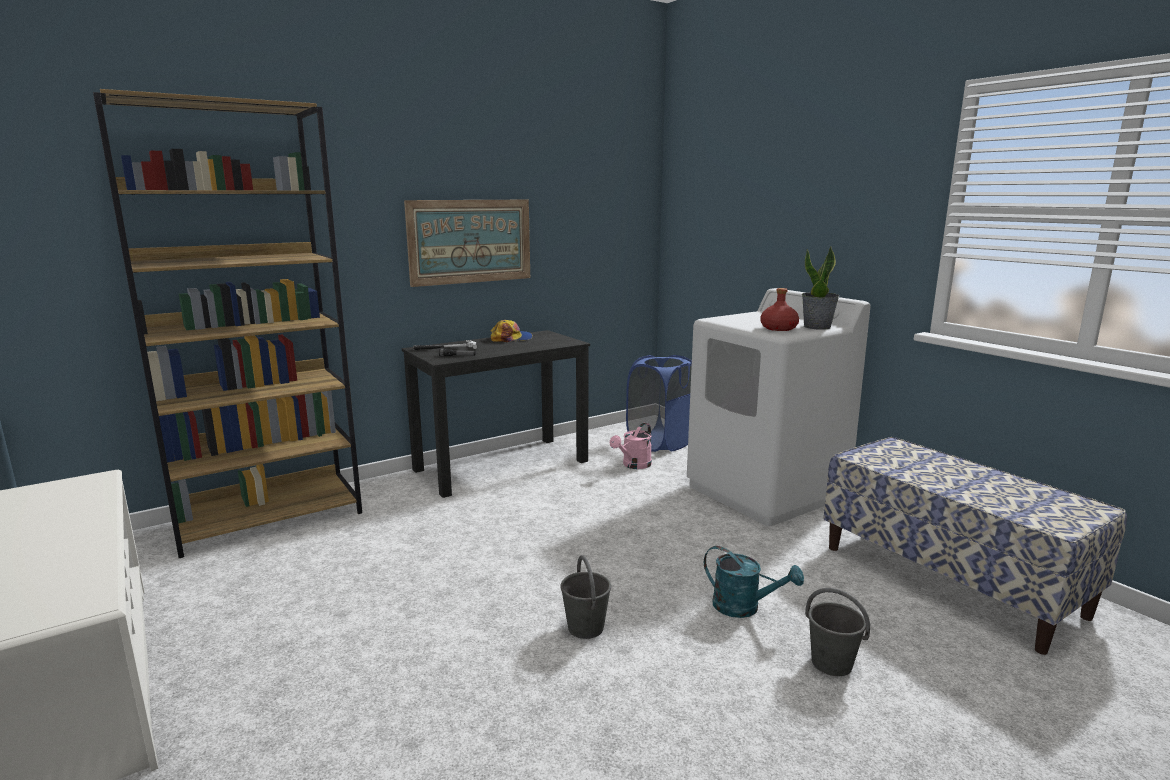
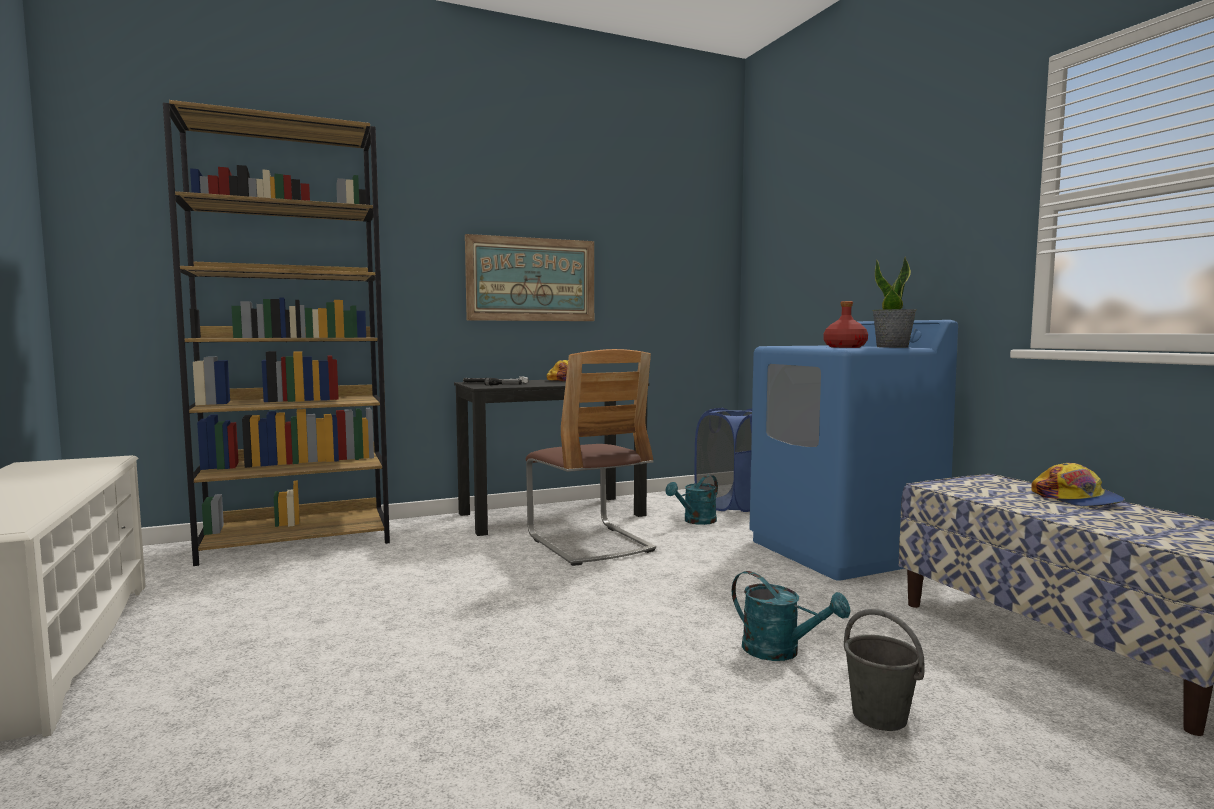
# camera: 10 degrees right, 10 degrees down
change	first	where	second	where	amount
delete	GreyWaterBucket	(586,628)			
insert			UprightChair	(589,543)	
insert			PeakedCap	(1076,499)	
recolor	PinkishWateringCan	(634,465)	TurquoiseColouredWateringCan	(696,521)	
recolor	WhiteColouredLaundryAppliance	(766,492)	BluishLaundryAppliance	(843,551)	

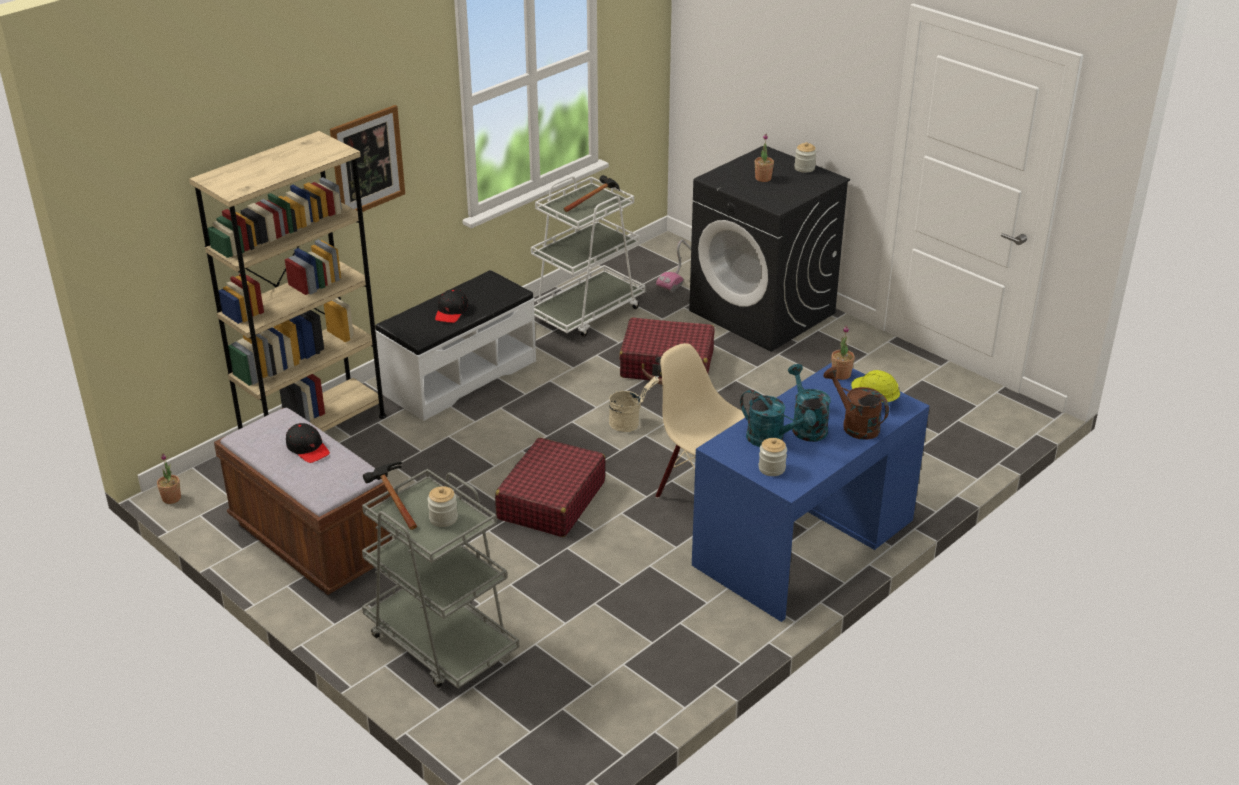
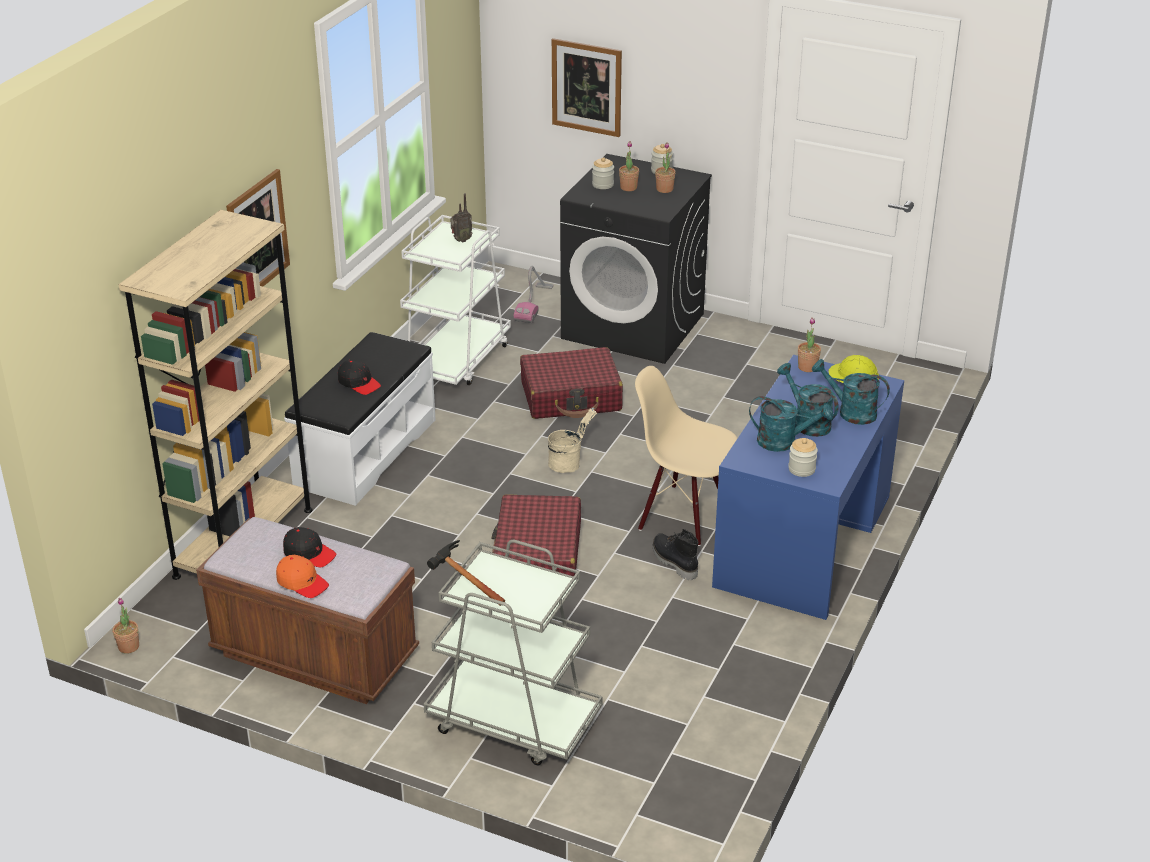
# camera: 20 degrees left, 0 degrees up
change	first	where	second	where	amount
insert			OrangeColouredPeakedCap	(302,582)	
insert			Picture	(586,87)	
insert			BlackHighTopBoot	(673,562)	
insert			Houseplant	(664,189)	
move	PreserveJar	(443,518)		(603,184)	
replace	ToolHammer	(596,202)	RadioReceiver	(461,240)	
recolor	BrownishWateringCan	(855,425)	TurquoiseColouredWateringCan	(850,412)	
rotate	BlackPeakedCap	(451,312)		(359,383)	45 degrees counterclockwise

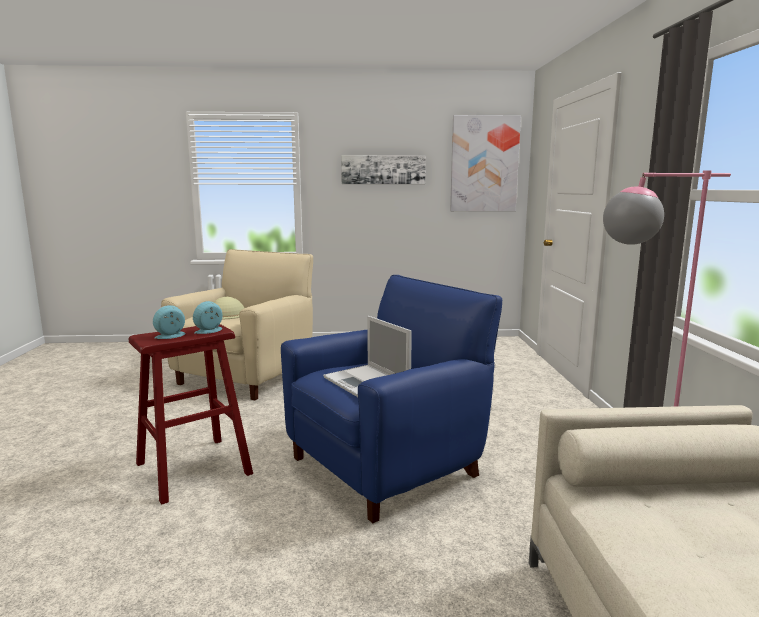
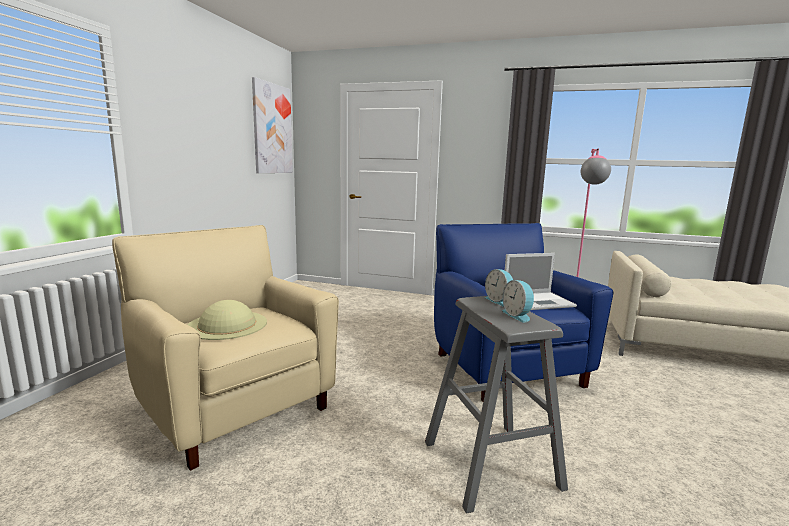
# camera: 70 degrees left, 0 degrees up
change	first	where	second	where	amount
delete	Picture	(383,169)			
recolor	RedStool	(193,468)	GreyStool	(491,464)	

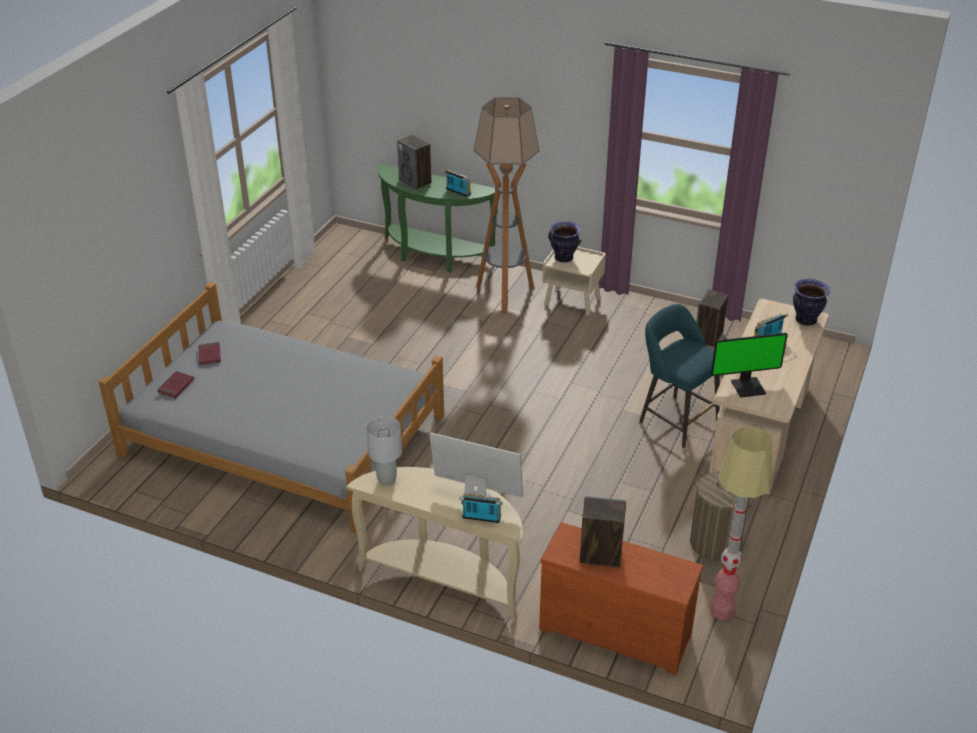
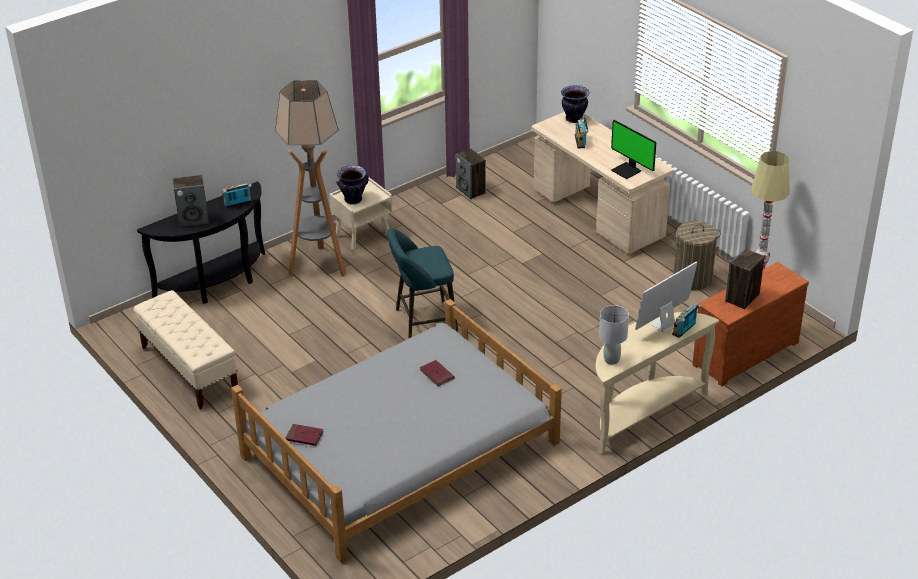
# camera: 60 degrees left, 0 degrees up
change	first	where	second	where	amount
insert			SandColouredLongSeat	(189,369)	
move	RedVolume	(176,386)		(437,374)	
move	TurquoiseColouredStool	(675,419)		(422,321)	
recolor	GreenColouredConsoleTable	(433,256)	BlackConsoleTable	(217,284)	
rotate	ComputerScreen	(748,386)		(627,170)	120 degrees clockwise

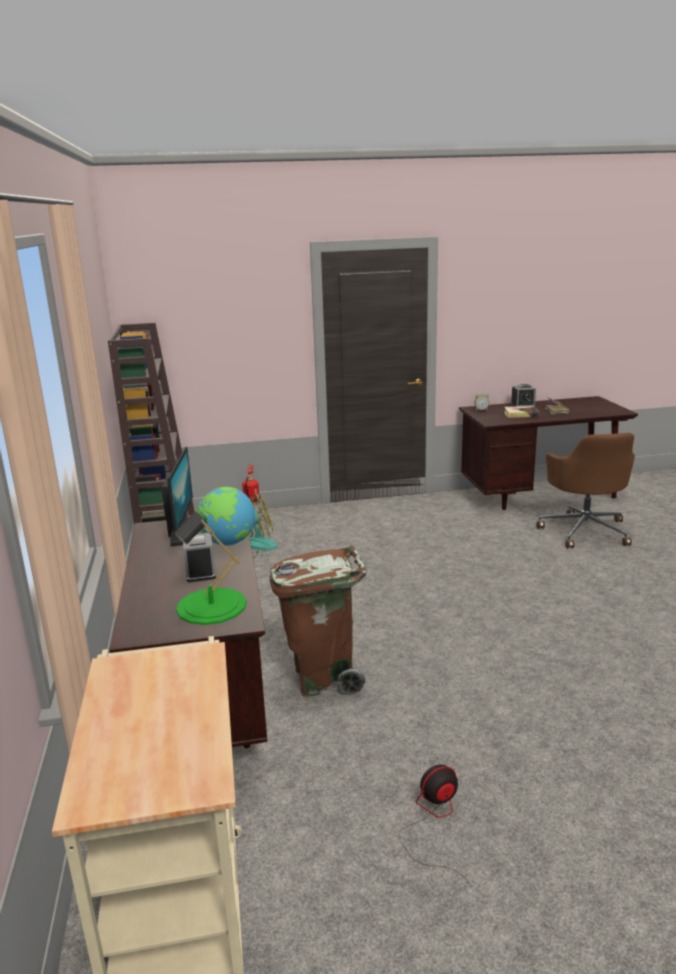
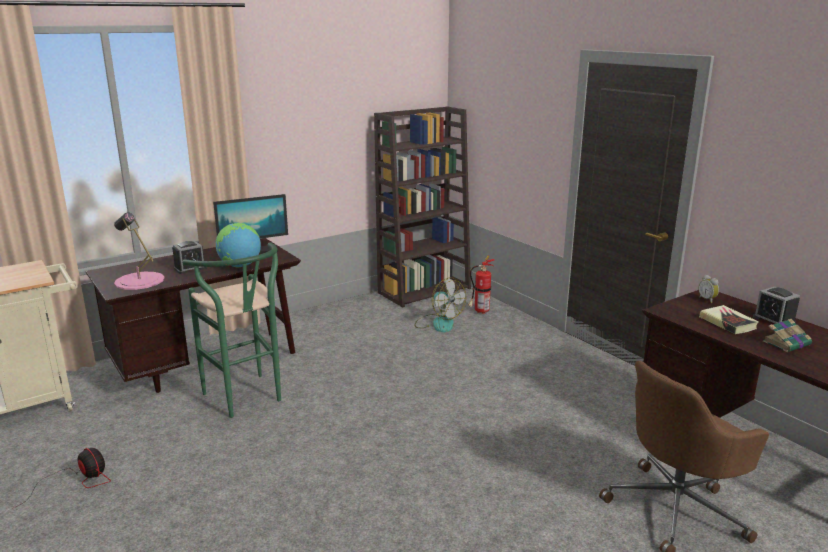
# camera: 65 degrees right, 0 degrees up
change	first	where	second	where	amount
replace	BrownishRubbishBin	(323,677)	GreenColouredStool	(247,399)	
recolor	GreenColouredTabletopLamp	(211,606)	PinkishTabletopLamp	(139,281)	

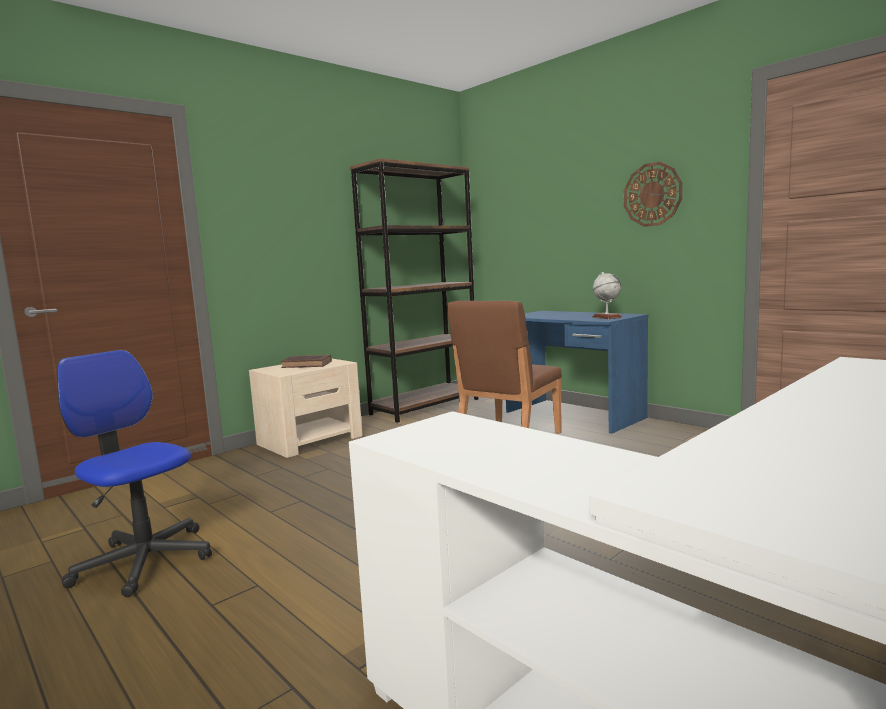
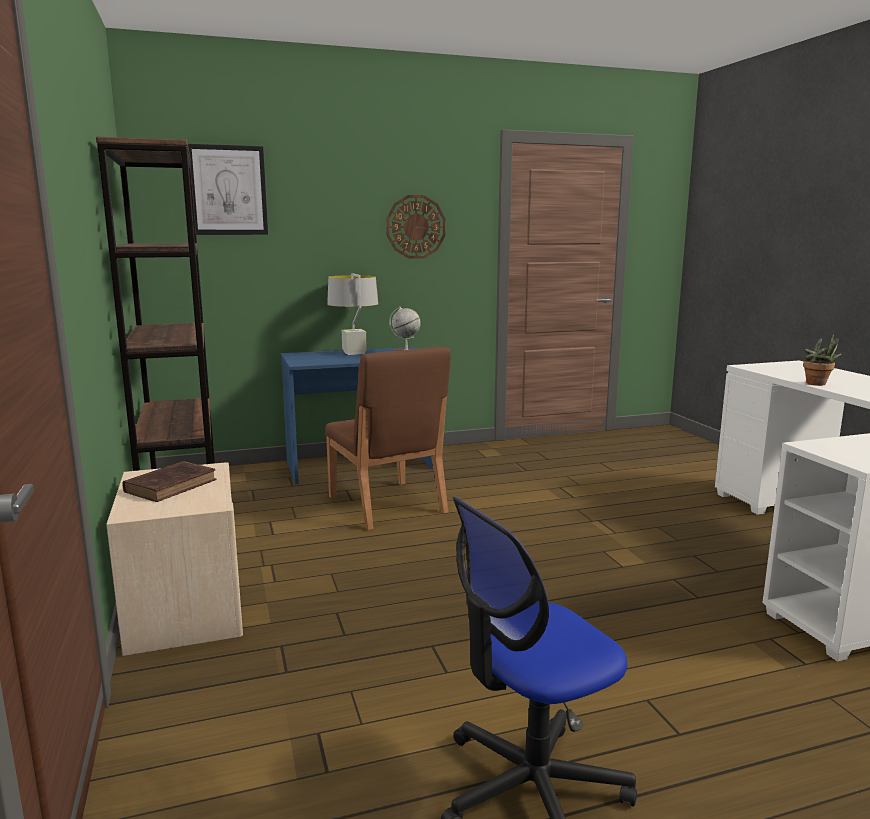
# camera: 65 degrees left, 5 degrees up
change	first	where	second	where	amount
insert			Picture	(228,190)	
insert			GreyTabletopLamp	(354,353)	
insert			Houseplant	(818,384)	

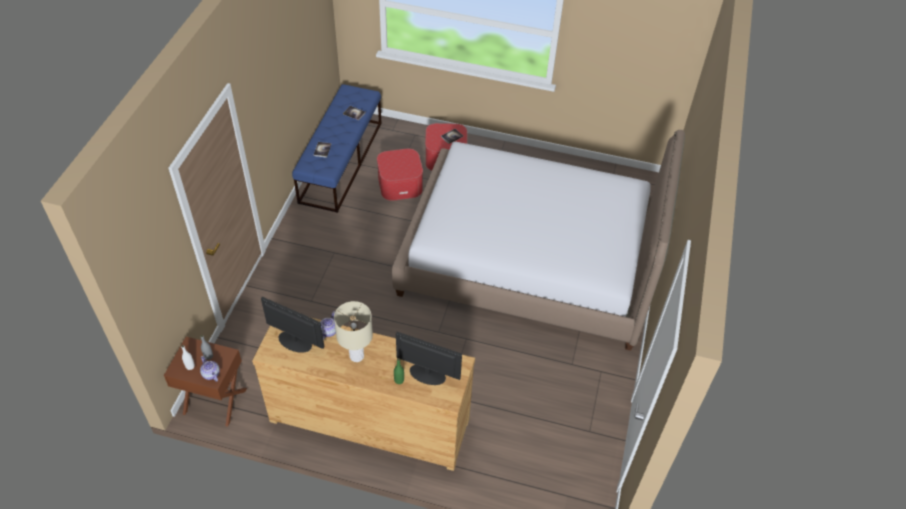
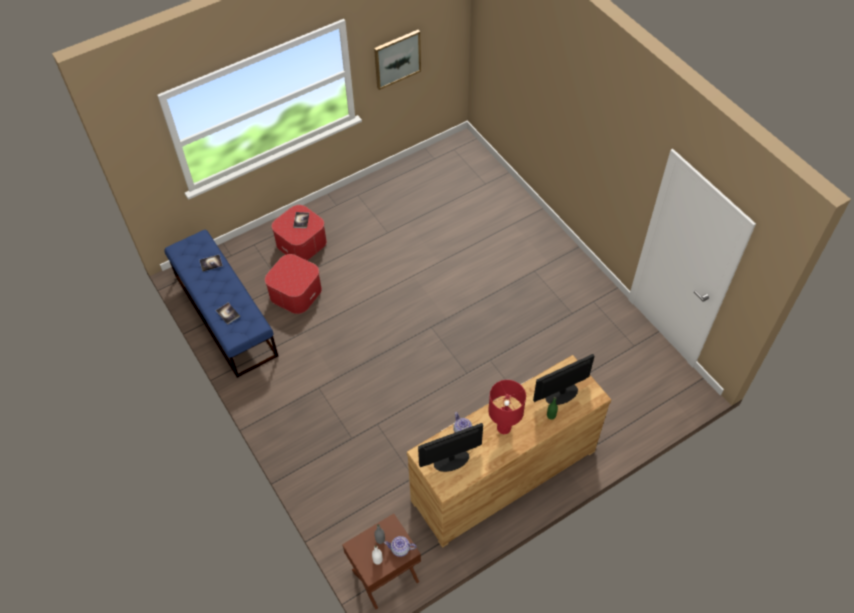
# camera: 45 degrees left, 5 degrees up
change	first	where	second	where	amount
delete	SleepingBed	(530,260)			
insert			Picture	(397,59)	
recolor	SandColouredTabletopLamp	(356,356)	RedTabletopLamp	(503,427)	

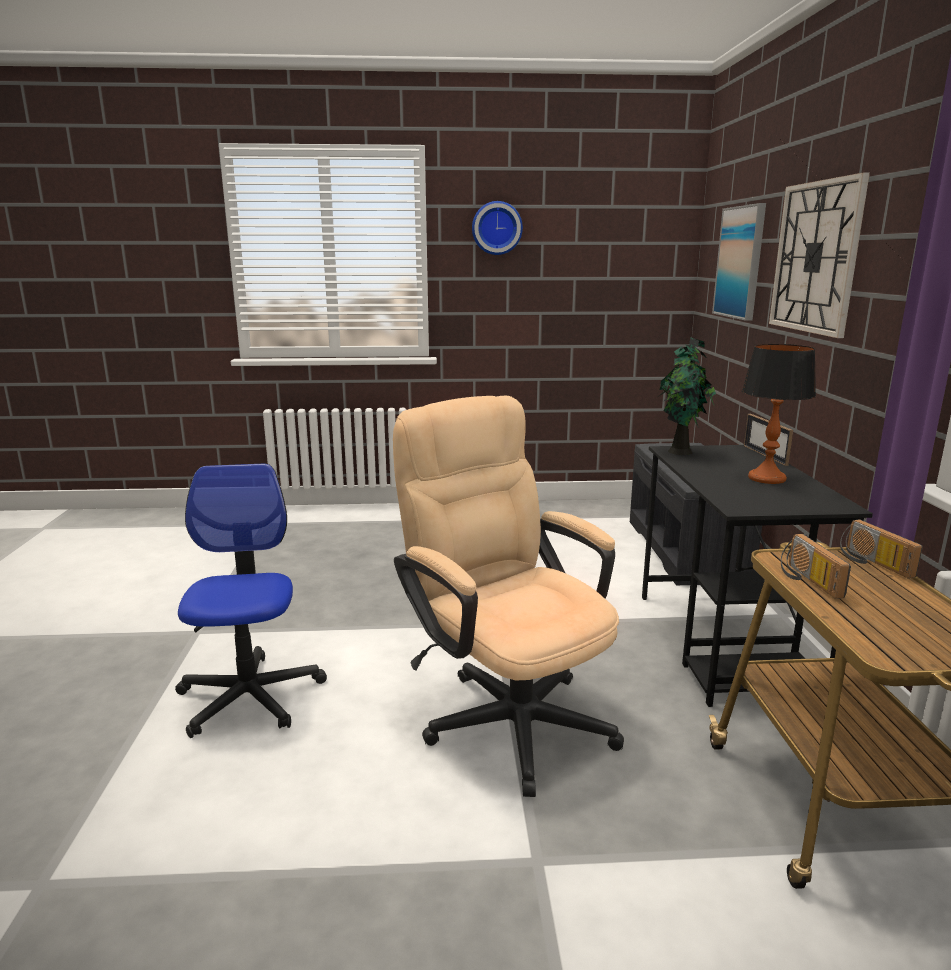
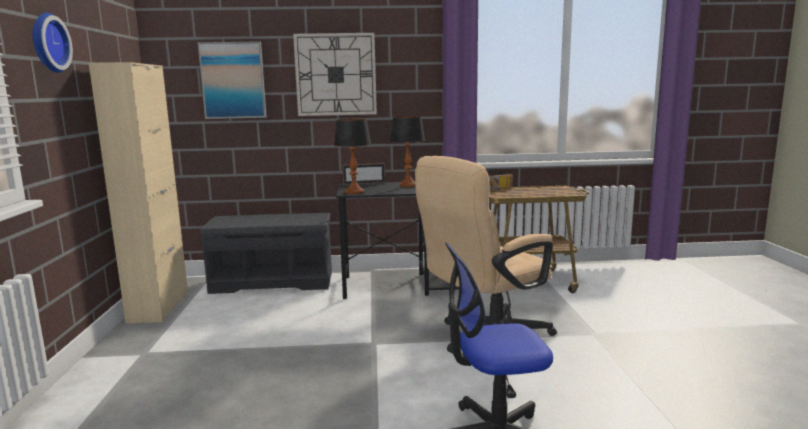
# camera: 90 degrees left, 5 degrees down
change	first	where	second	where	amount
delete	RadioReceiver	(806,580)			
insert			SandColouredCabinet	(159,307)	
replace	Houseplant	(681,452)	TabletopLamp	(354,192)	

